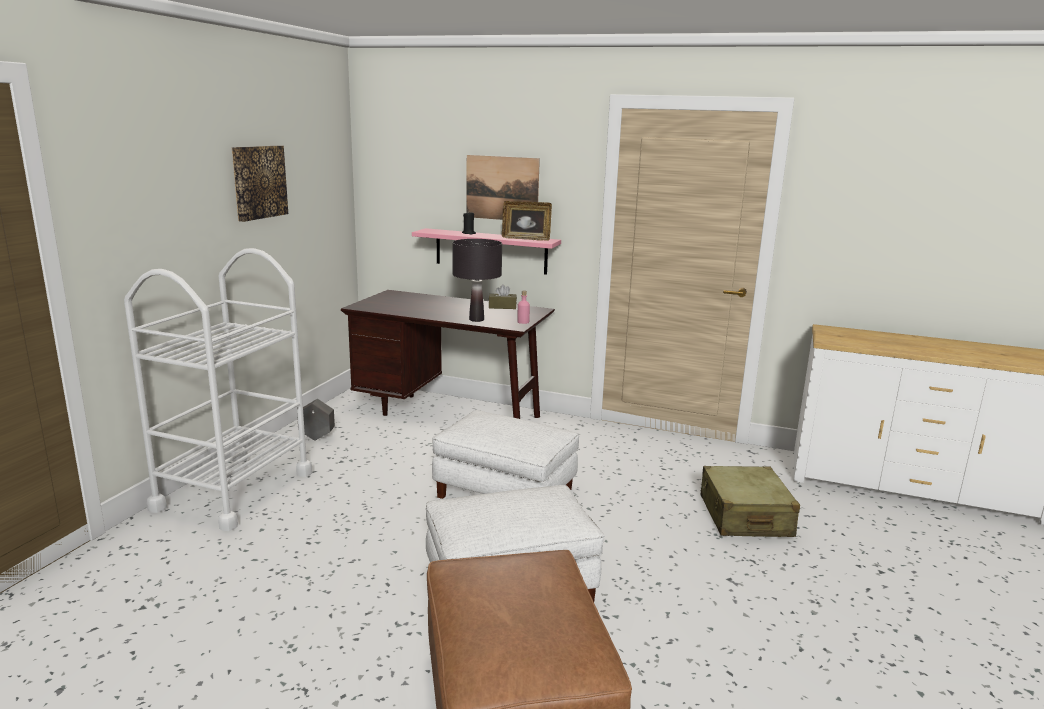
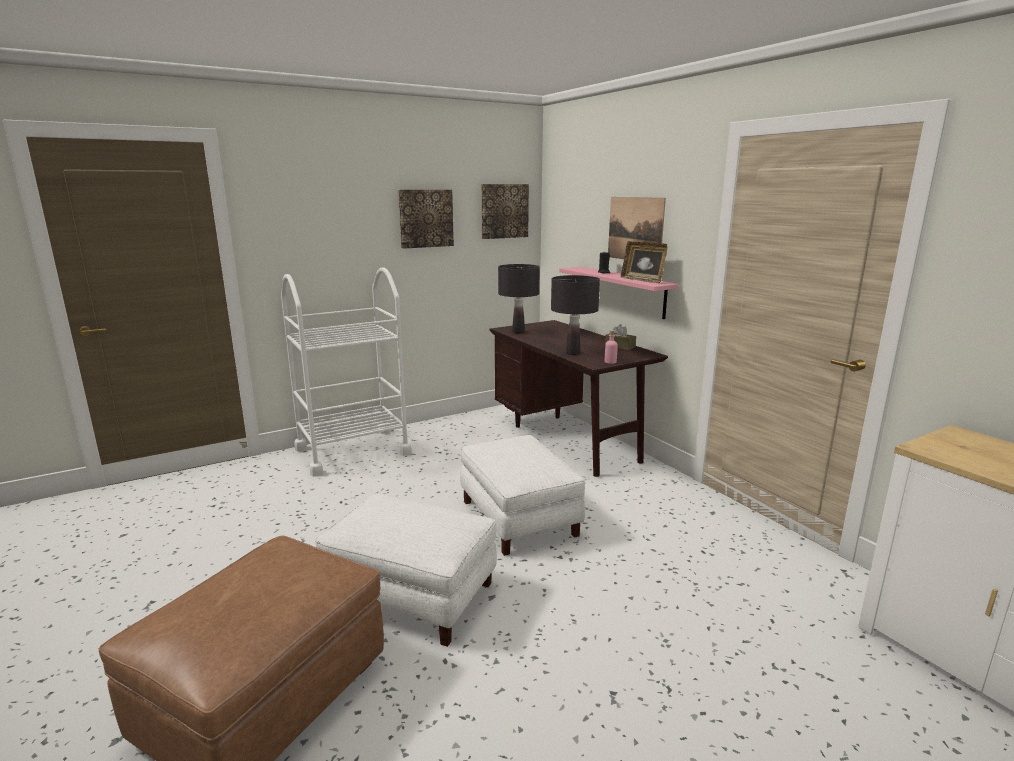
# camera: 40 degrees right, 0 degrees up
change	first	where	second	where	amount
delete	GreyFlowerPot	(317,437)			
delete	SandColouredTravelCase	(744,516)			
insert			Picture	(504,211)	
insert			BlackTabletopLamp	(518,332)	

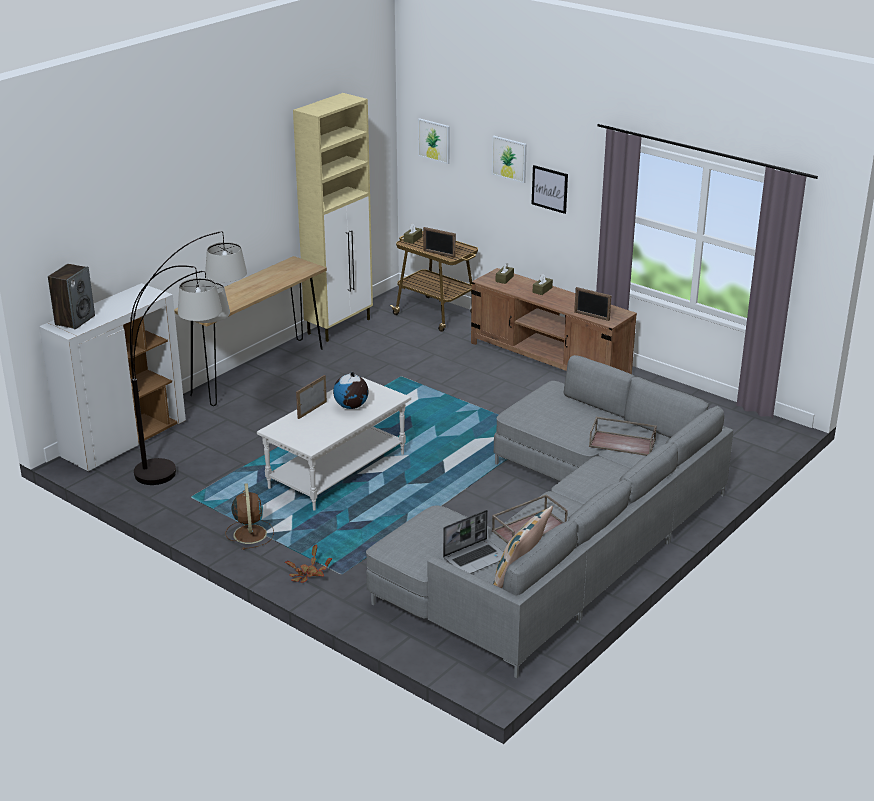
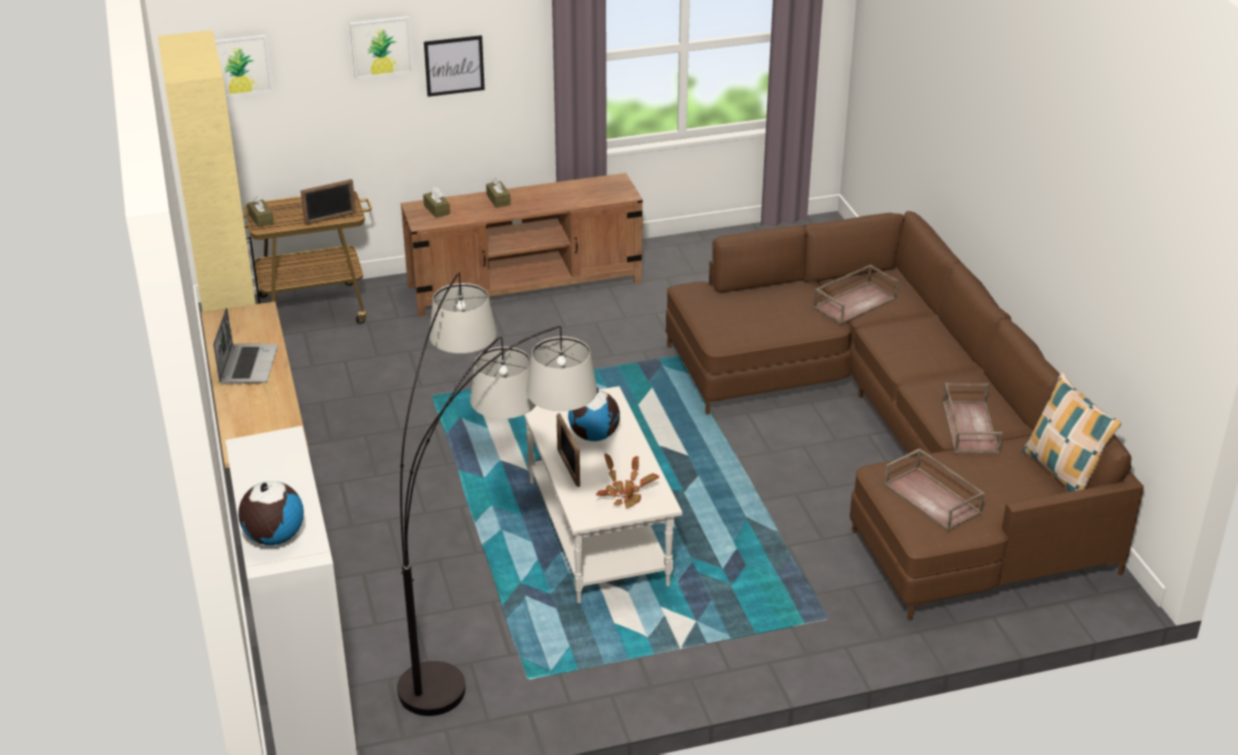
# camera: 55 degrees left, 5 degrees up
change	first	where	second	where	amount
delete	BrownishElectricFan	(250,533)			
delete	StandingFrame	(591,316)			
insert			BrownishCarryingTray	(933,499)	
move	Houseplant	(307,575)		(624,494)	
move	Laptop	(476,558)		(248,365)	
replace	AudioSpeaker	(75,320)	Globe	(274,537)	
recolor	GreyCouch	(563,538)	BrownishCouch	(896,436)	

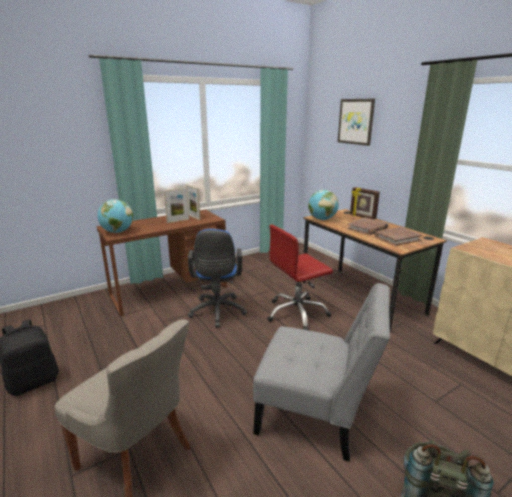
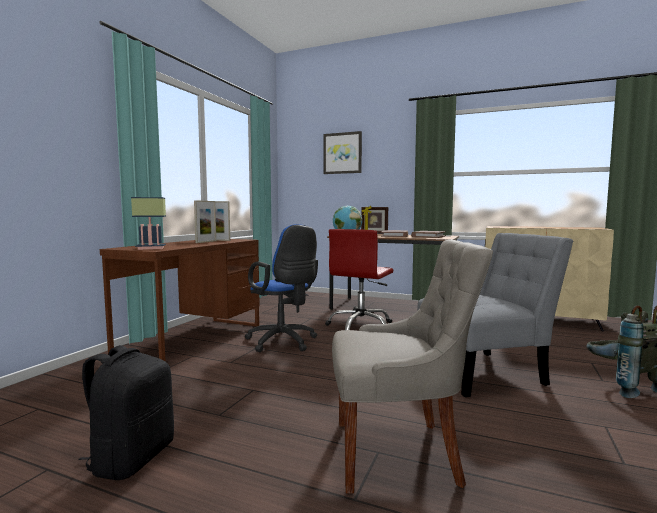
# camera: 35 degrees left, 15 degrees down
change	first	where	second	where	amount
replace	Globe	(117,232)	TabletopLamp	(149,248)	

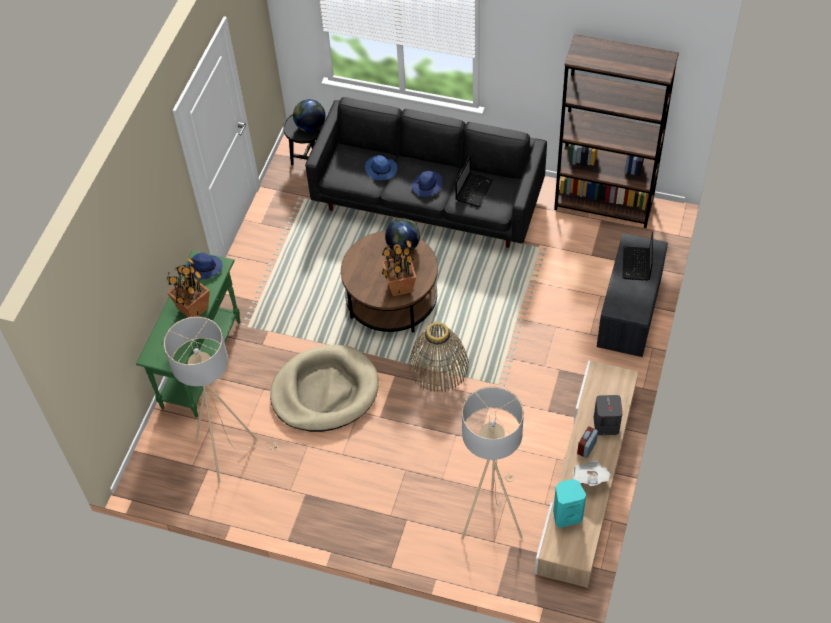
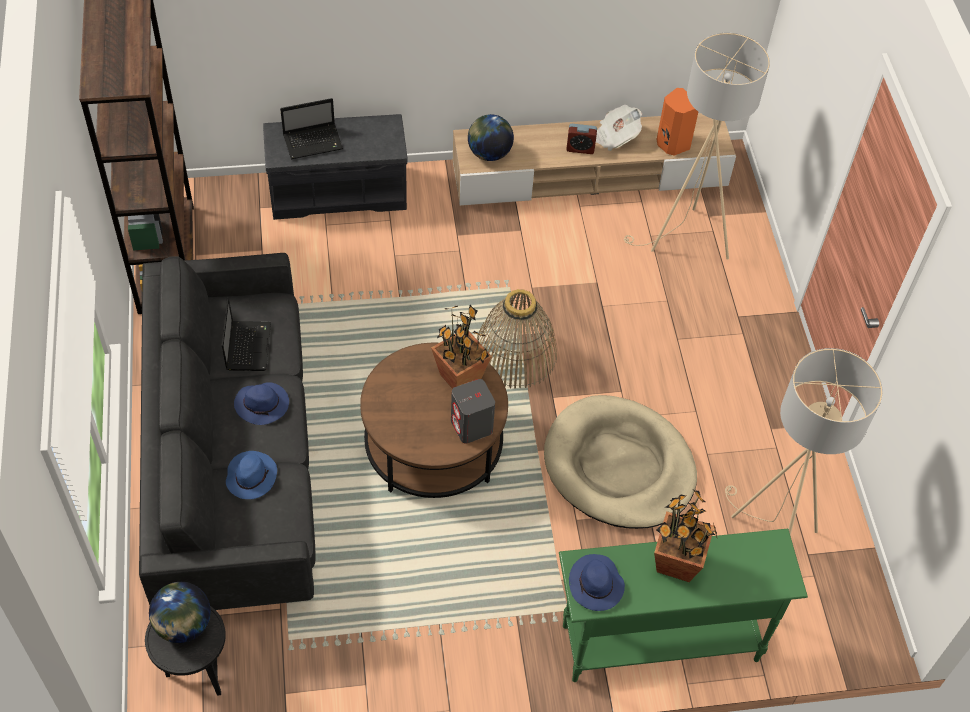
# camera: 120 degrees left, 0 degrees up
change	first	where	second	where	amount
move	Globe	(403,246)		(489,153)	
move	GreyAudioSpeaker	(605,424)		(472,426)	
recolor	TurquoiseColouredAudioSpeaker	(566,515)	OrangeColouredAudioSpeaker	(672,144)	
rotate	Laptop	(474,189)		(248,345)	90 degrees clockwise

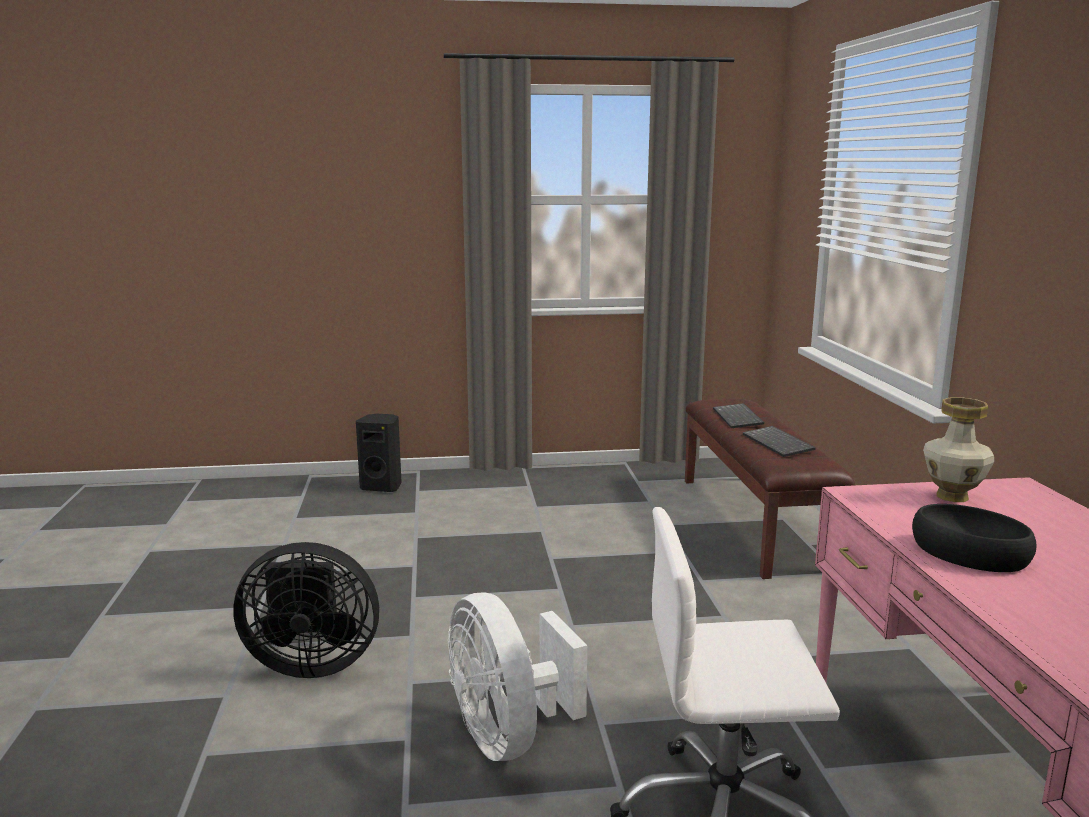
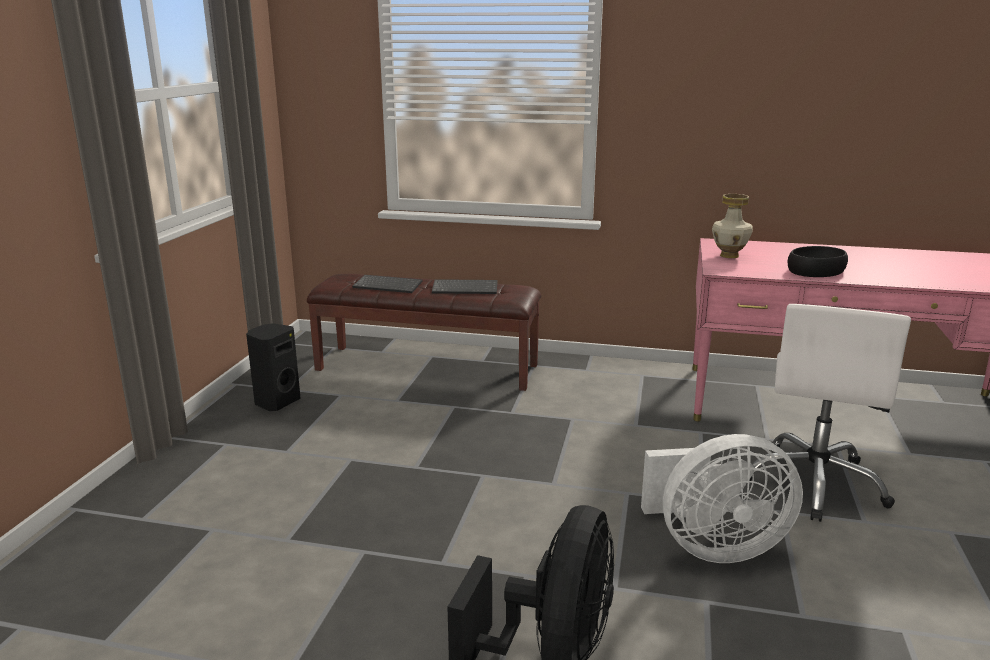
# camera: 70 degrees left, 5 degrees up
change	first	where	second	where	amount
move	BlackAudioSpeaker	(382,487)		(276,402)	

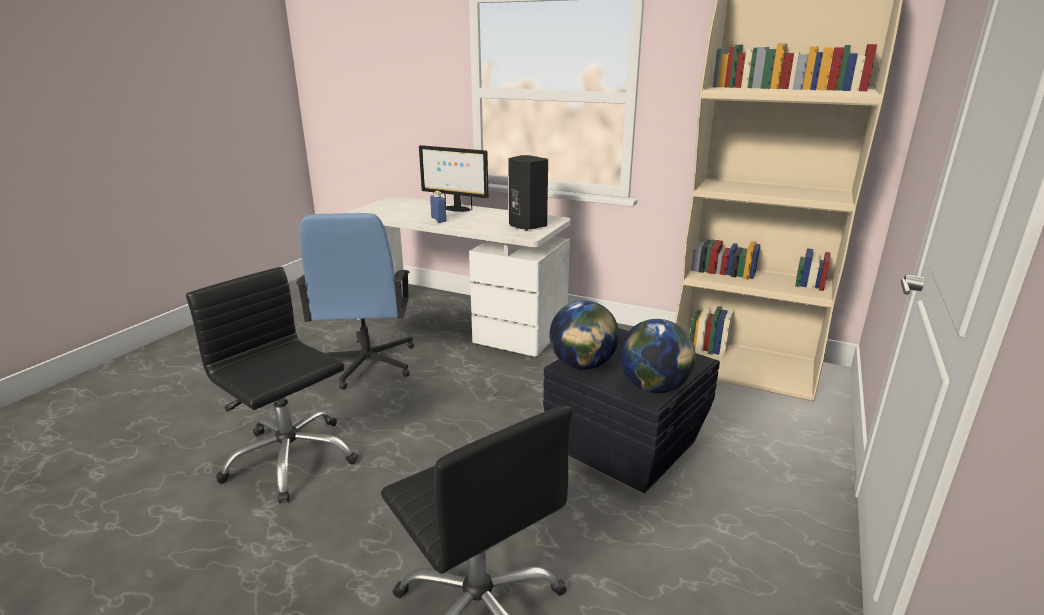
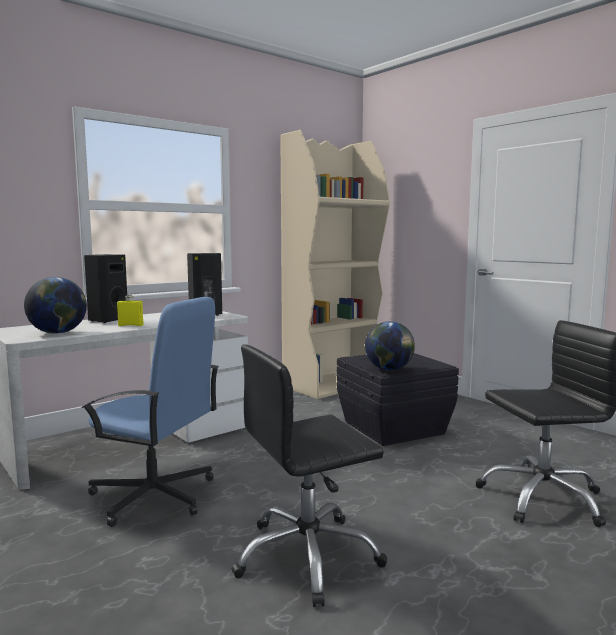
# camera: 65 degrees left, 15 degrees down
change	first	where	second	where	amount
move	Globe	(654,387)		(58,333)	
replace	ComputerScreen	(456,209)	BlackAudioSpeaker	(107,320)	
recolor	BluishBeverageBottle	(438,219)	YellowishBeverageBottle	(130,325)	

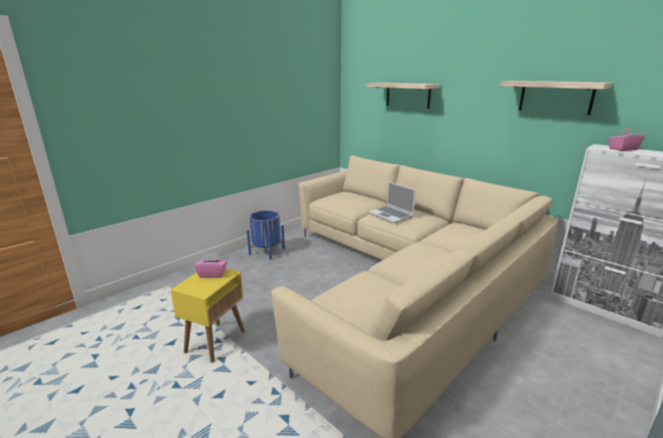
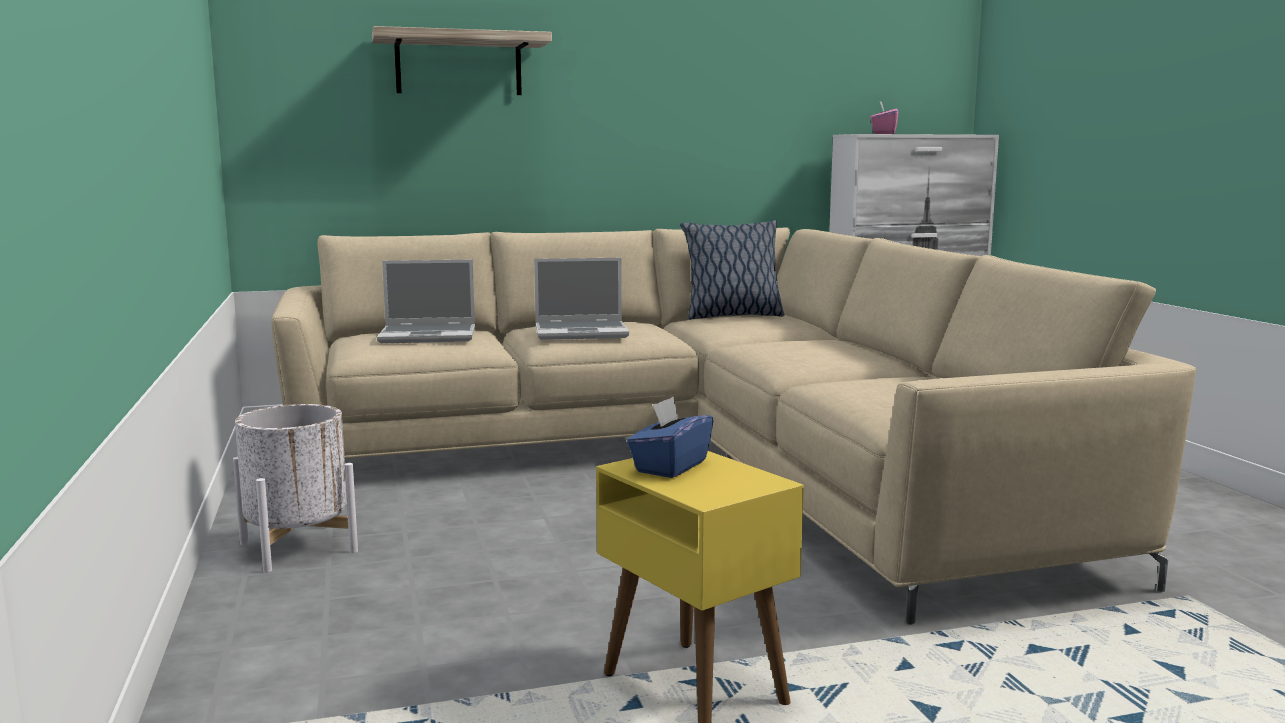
# camera: 60 degrees left, 10 degrees down
change	first	where	second	where	amount
delete	BracketShelf	(555,97)			
insert			Laptop	(429,336)	
insert			Cushion	(731,316)	
recolor	PinkishTissueBox	(212,274)	BluishTissueBox	(670,466)	
recolor	BluishFlowerPot	(267,251)	WhiteColouredFlowerPot	(298,547)	

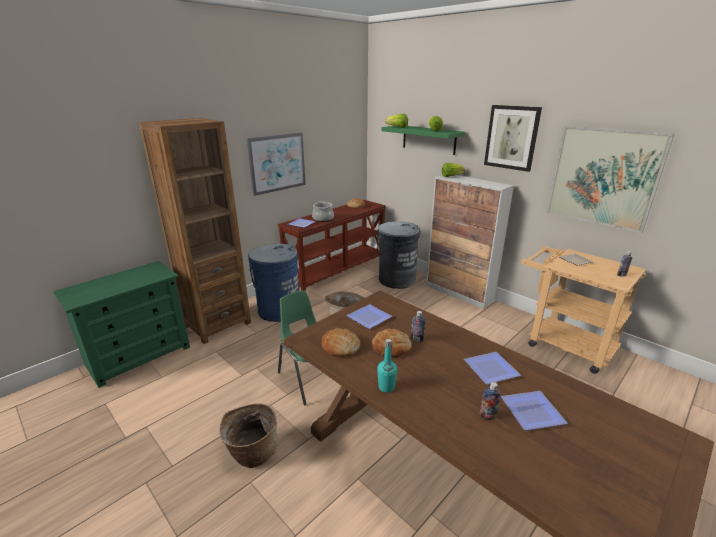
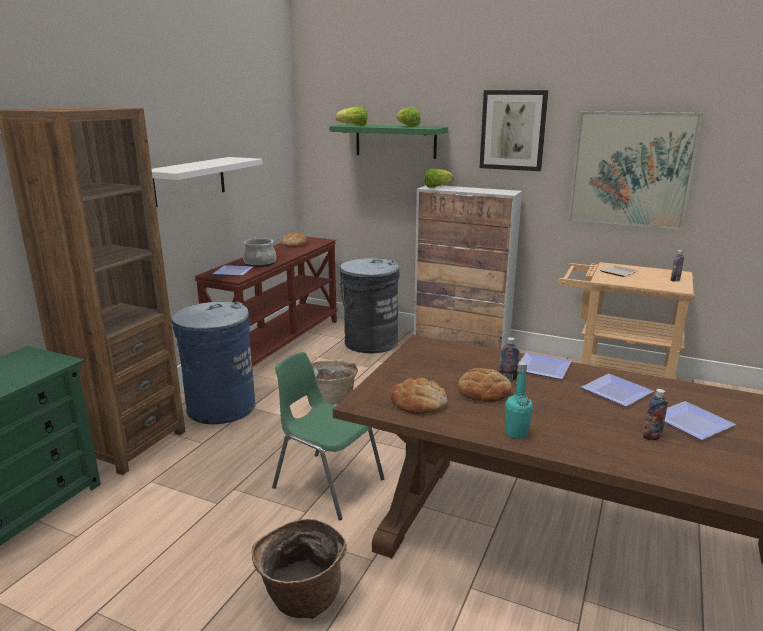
# camera: 20 degrees left, 5 degrees down
change	first	where	second	where	amount
move	FlatDish	(369,317)		(541,367)	
replace	Picture	(277,163)	WhiteColouredBracketShelf	(189,181)	

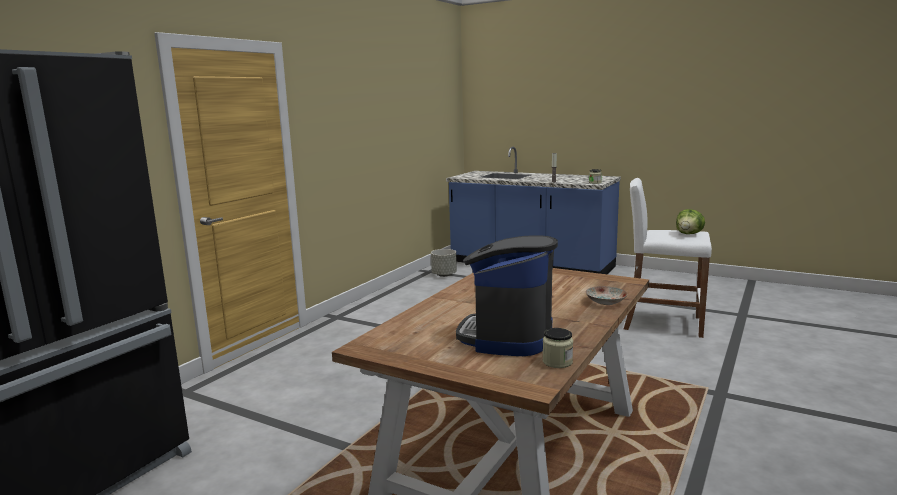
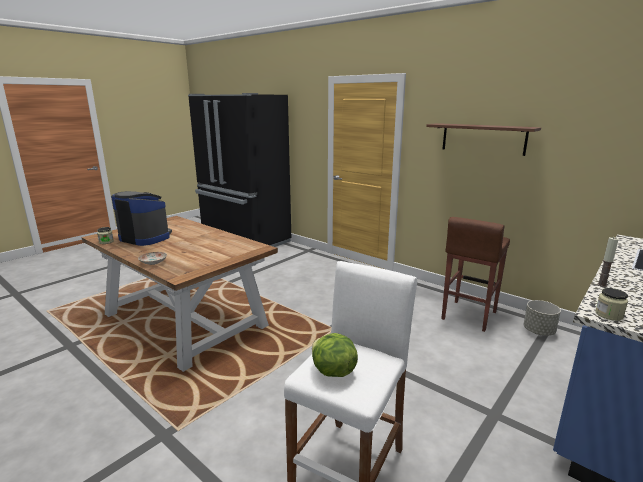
# camera: 100 degrees right, 5 degrees up
change	first	where	second	where	amount
insert			BrownishBracketShelf	(483,138)	
insert			BrownishStool	(468,315)	

